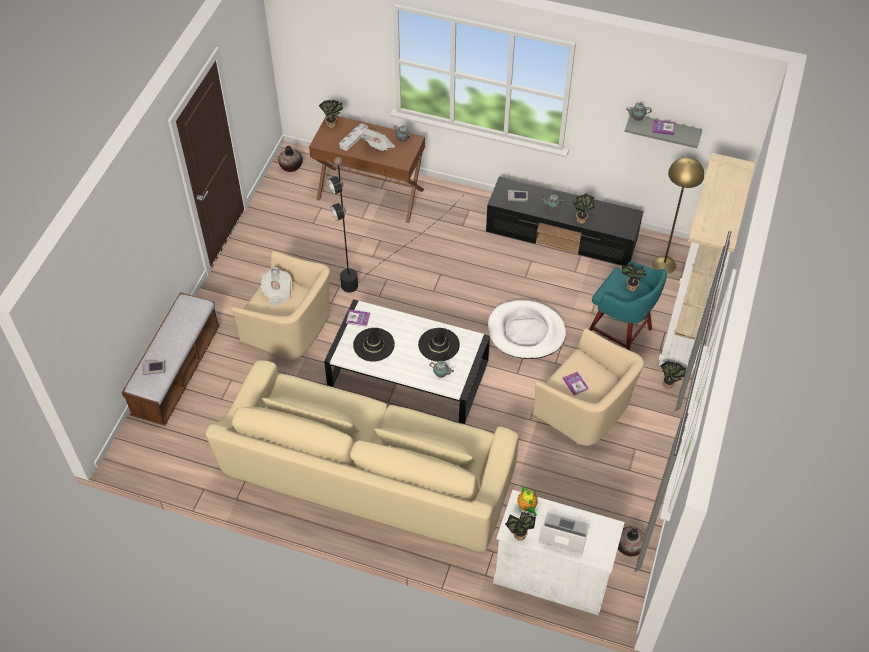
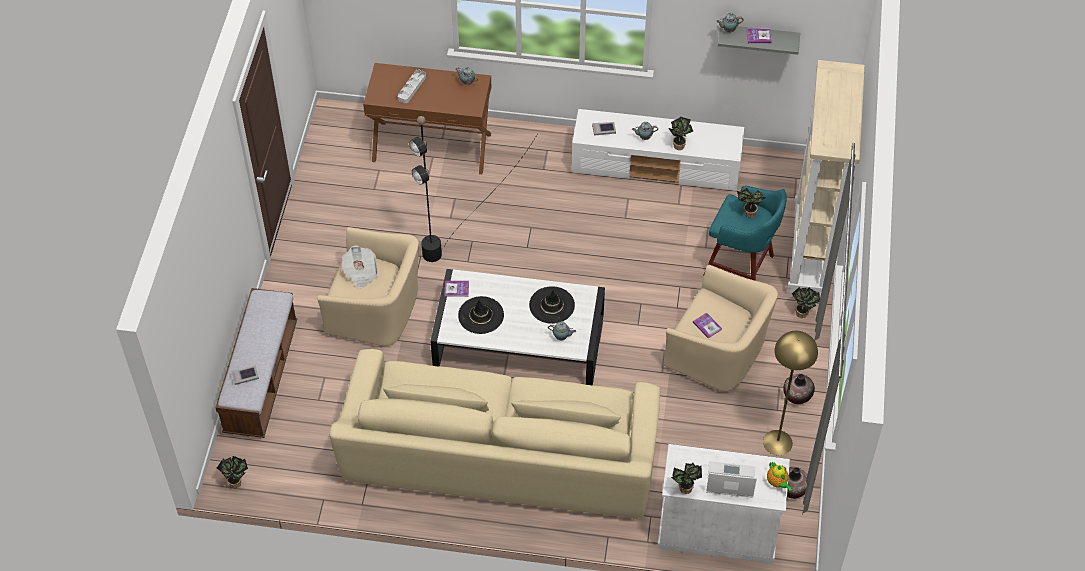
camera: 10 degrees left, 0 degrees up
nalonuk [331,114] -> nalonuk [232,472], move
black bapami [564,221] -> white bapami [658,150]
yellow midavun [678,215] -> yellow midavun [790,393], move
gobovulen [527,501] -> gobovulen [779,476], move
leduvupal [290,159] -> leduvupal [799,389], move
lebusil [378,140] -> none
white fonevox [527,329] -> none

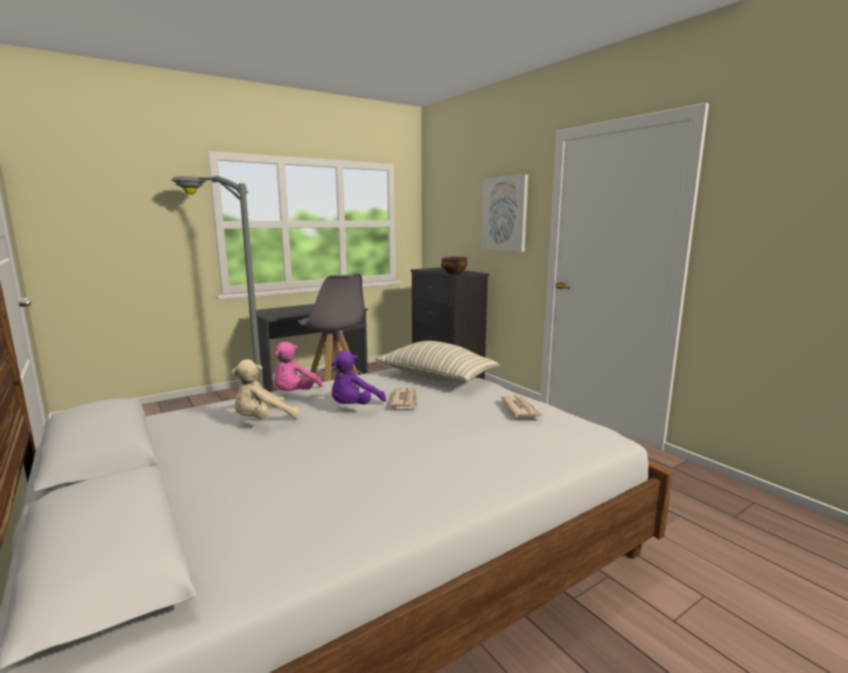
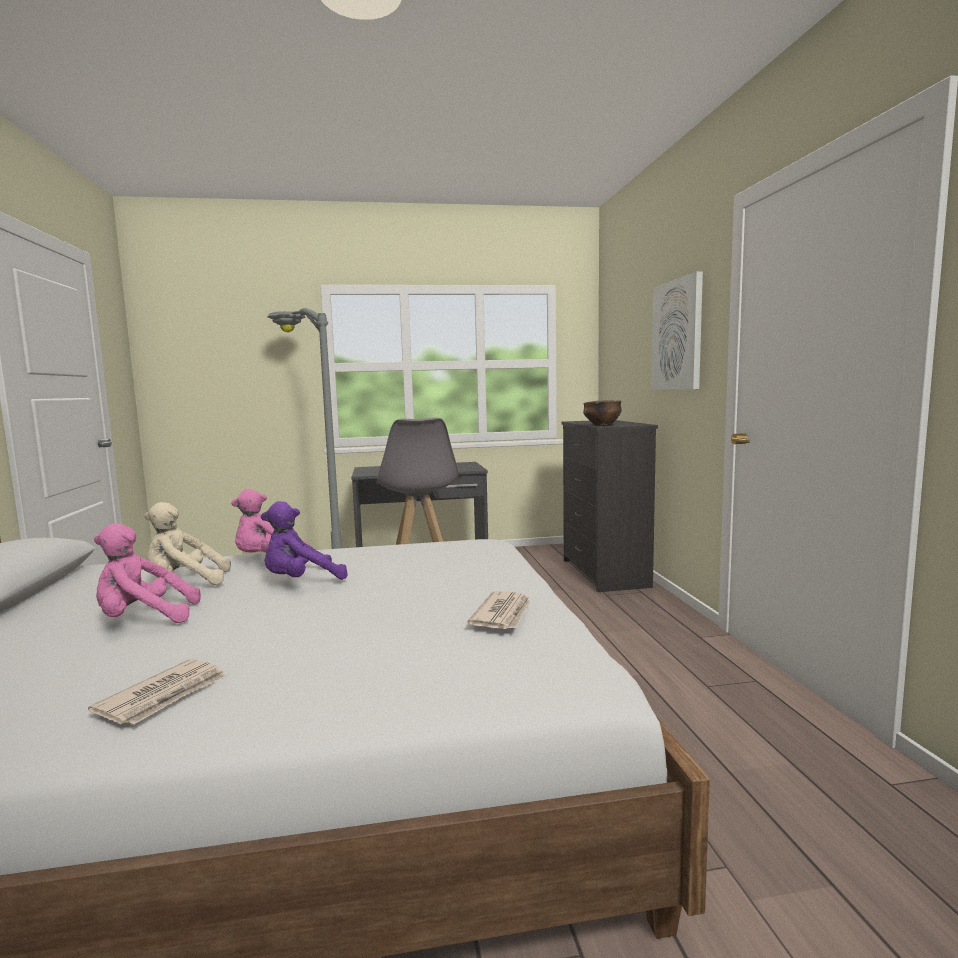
camera: 25 degrees right, 5 degrees down
lebusil [404,398] -> lebusil [157,691], move
none -> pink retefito [147,573]
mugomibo [437,361] -> none

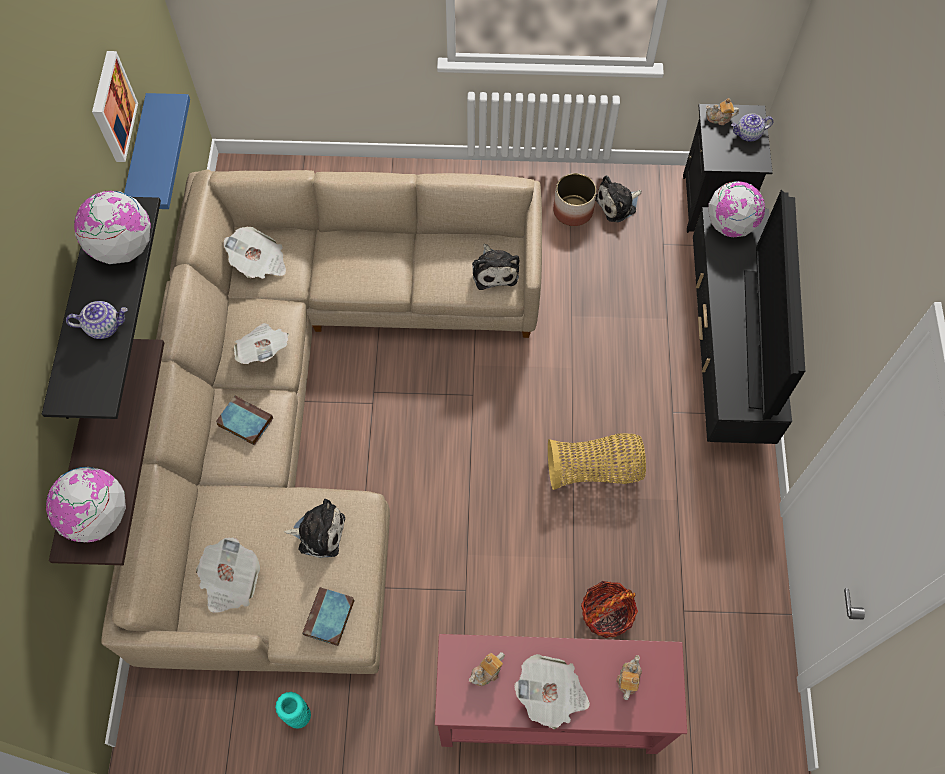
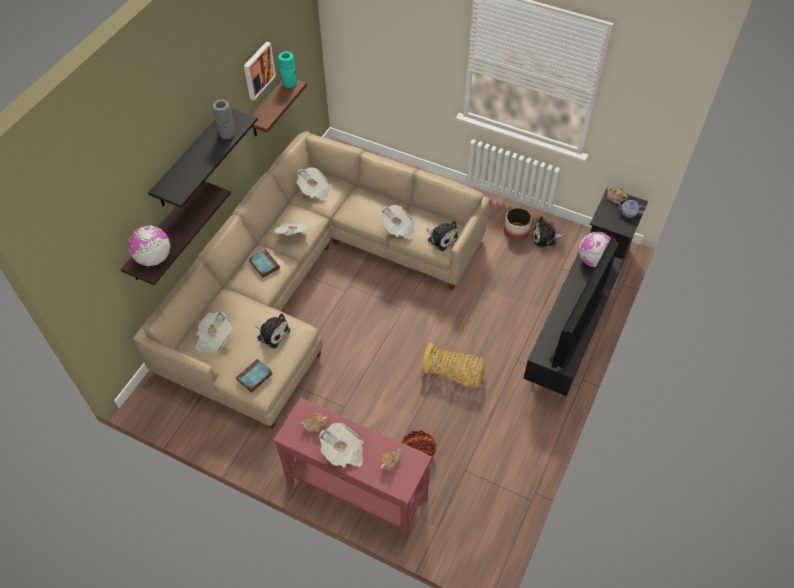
camera: 25 degrees right, 10 degrees down
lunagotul [112,227] -> grey leduvupal [224,119]
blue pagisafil [157,151] -> brown pagisafil [279,107]
turquoise leduvupal [293,710] -> turquoise leduvupal [287,70], move
none -> lebusil [398,222]
retefito [495,267] -> retefito [442,236], 60 degrees counterclockwise
gobovulen [97,320] -> none

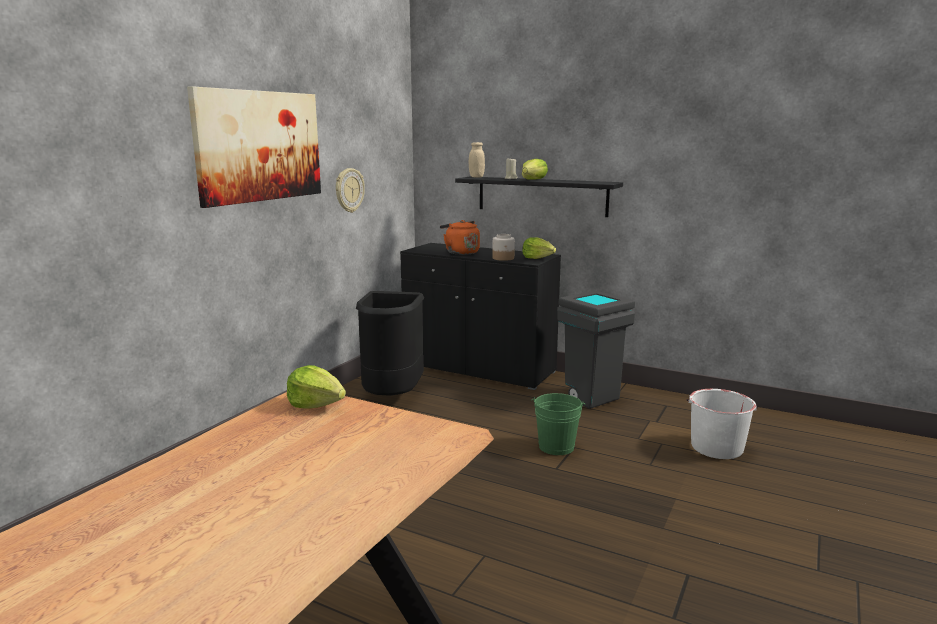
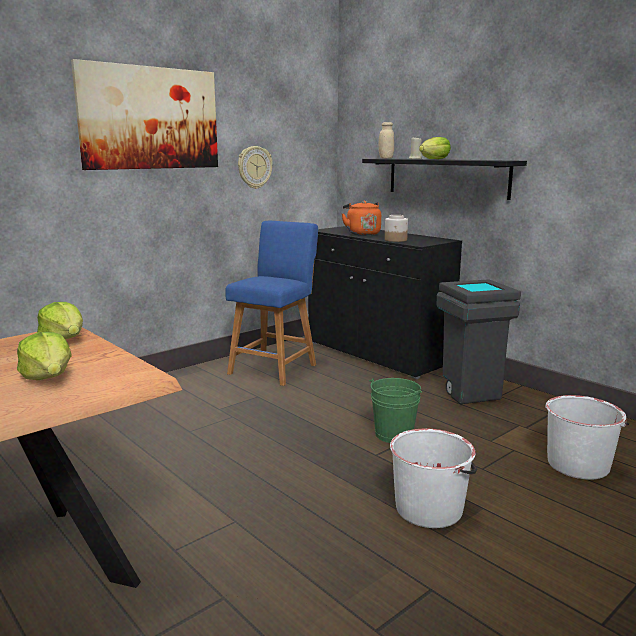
camera: 20 degrees right, 0 degrees up
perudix [539,248] -> perudix [44,356], move
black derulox [390,343] -> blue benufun [272,303]
none -> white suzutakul [433,478]

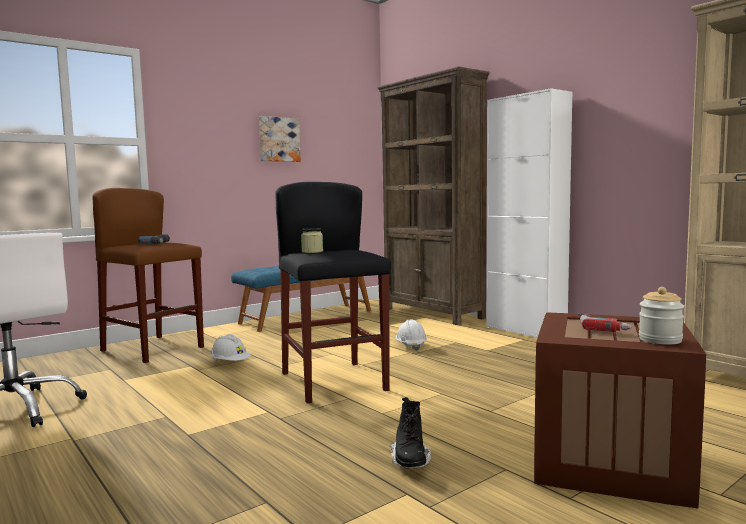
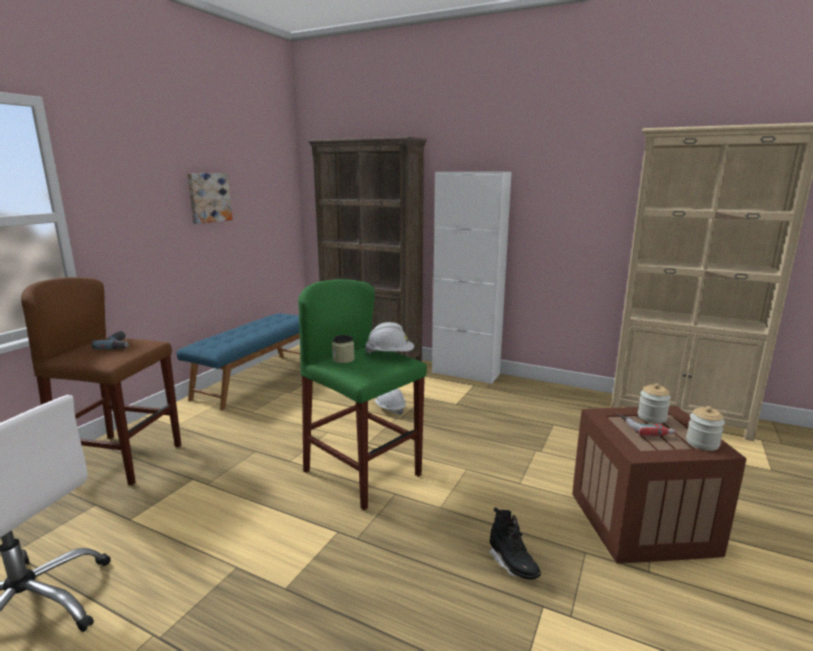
camera: 25 degrees left, 10 degrees up
black benufun [333,292] -> green benufun [362,394]
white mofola [230,347] -> white mofola [389,338], move
none -> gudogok [654,403]

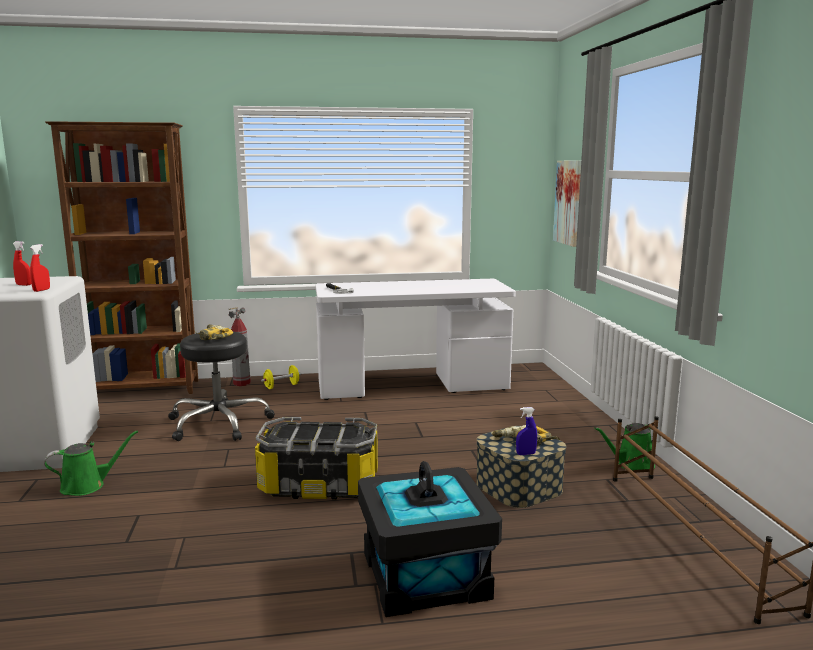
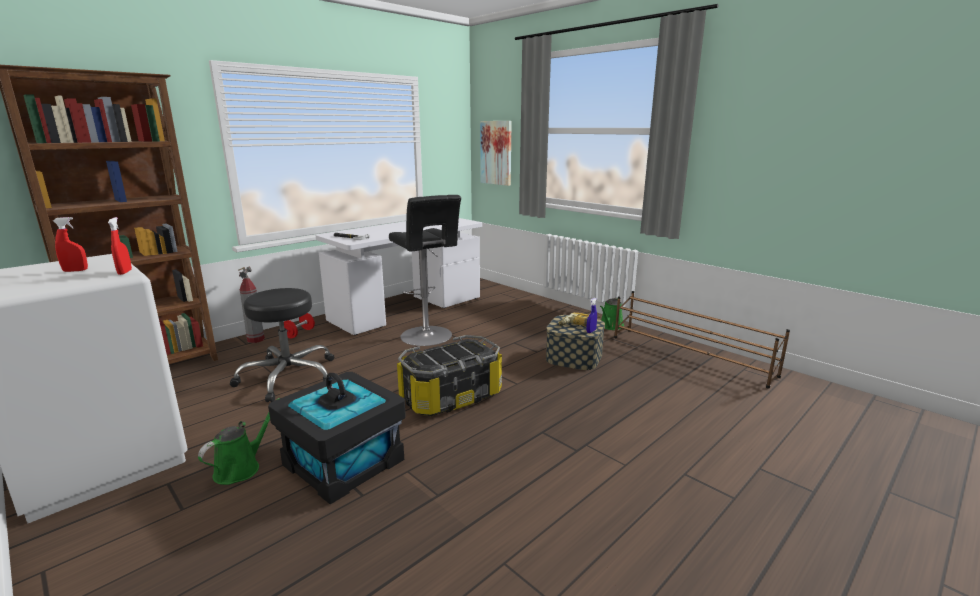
camera: 35 degrees left, 5 degrees up
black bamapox [430,539] -> black bamapox [337,438], move
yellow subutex [281,377] -> red subutex [299,326]
none -> black benufun [425,270]
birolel [213,332] -> none

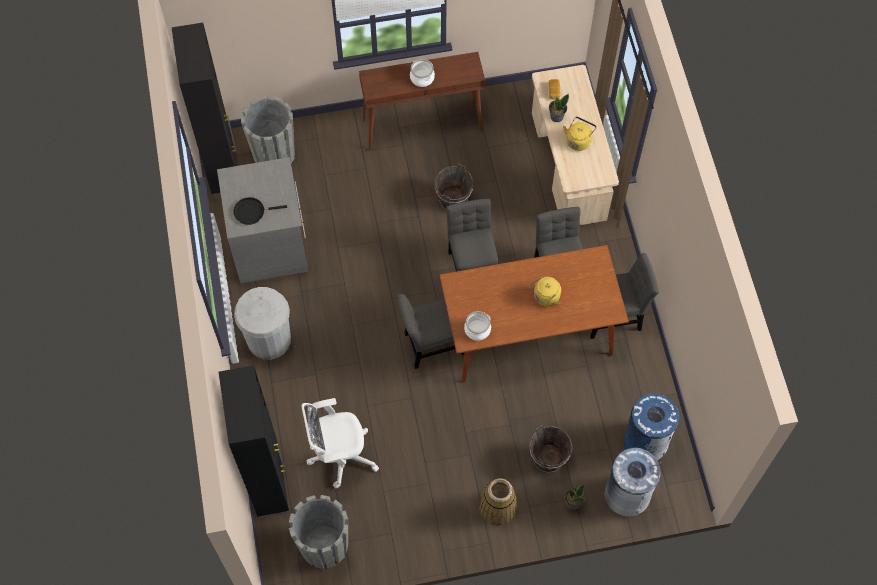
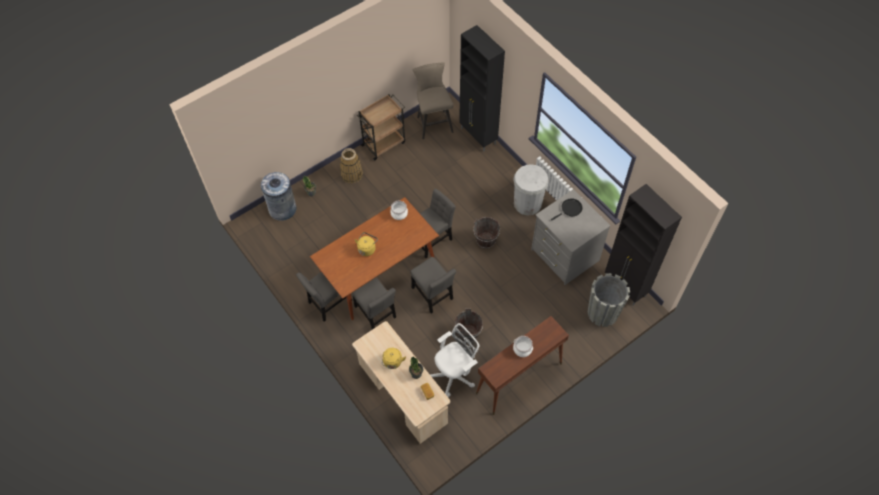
camera: 155 degrees right, 5 degrees down
none -> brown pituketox [381,127]
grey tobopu [318,532] -> beige benufun [433,100]
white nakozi [340,443] -> white nakozi [454,360], move
brown suzutakul [551,449] -> brown suzutakul [486,233], move
blue derulox [651,426] -> none

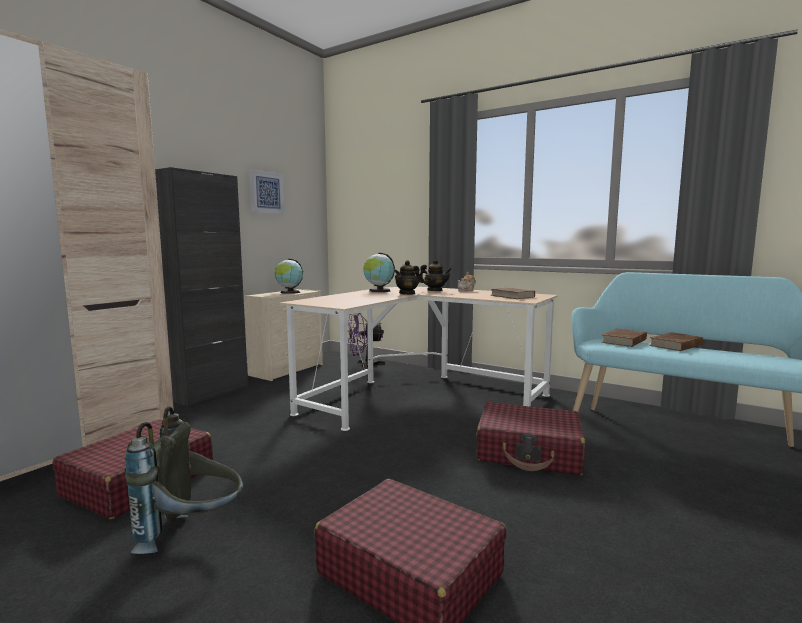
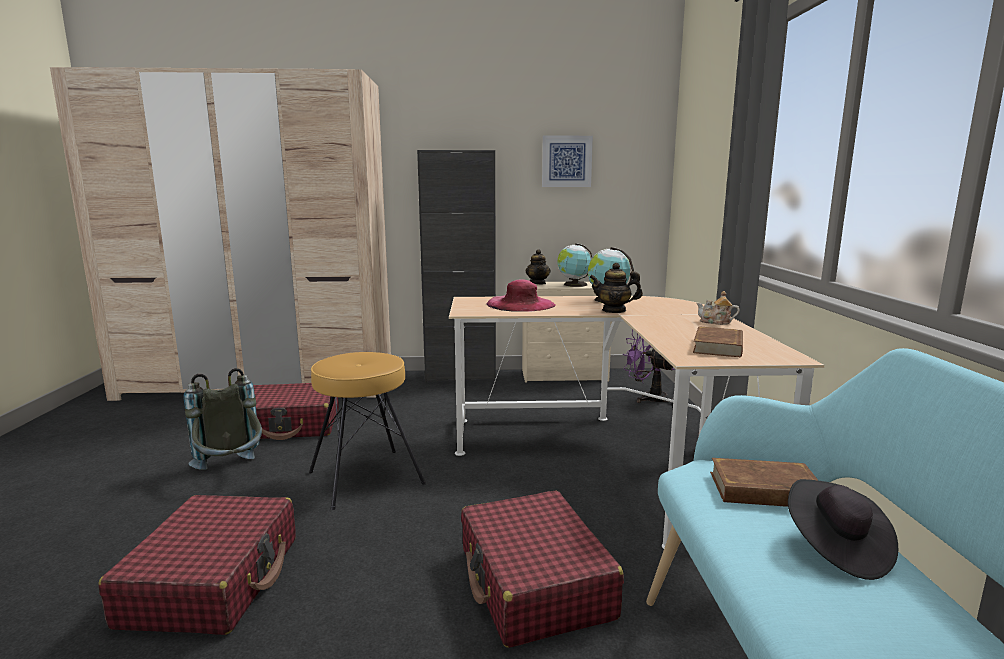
camera: 55 degrees right, 5 degrees up
none -> brown benufun [367,431]
none -> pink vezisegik [521,295]
gobovulen [436,275] -> gobovulen [537,266], move
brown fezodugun [676,341] -> black vezisegik [843,529]

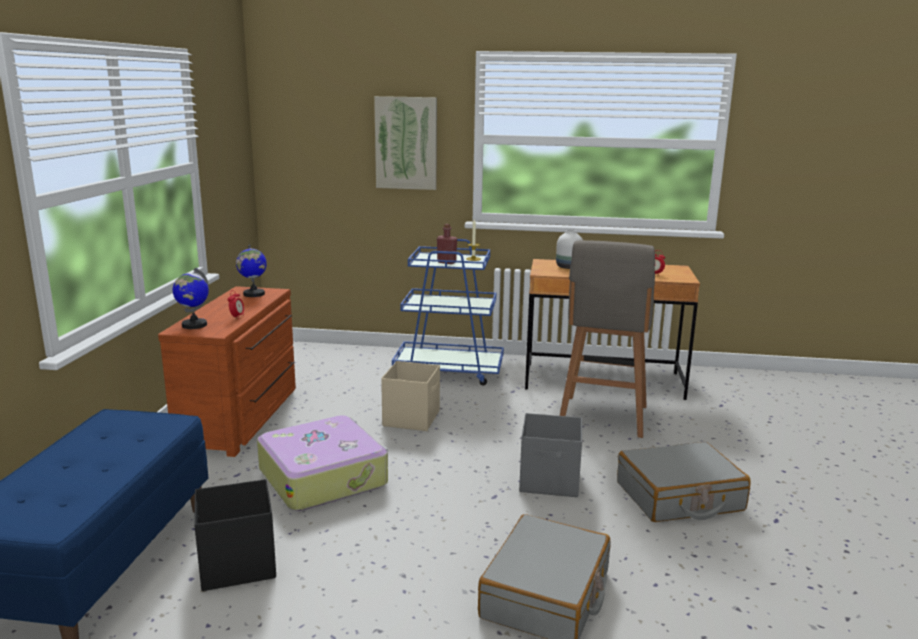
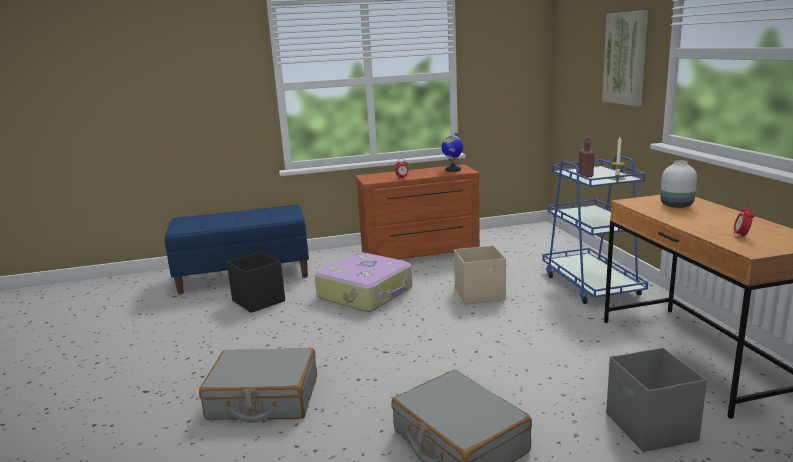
camera: 70 degrees right, 0 degrees up
grey bamapox [550,455] -> grey bamapox [656,400], move
lunagotul [191,298] -> none
grey benufun [607,339] -> none

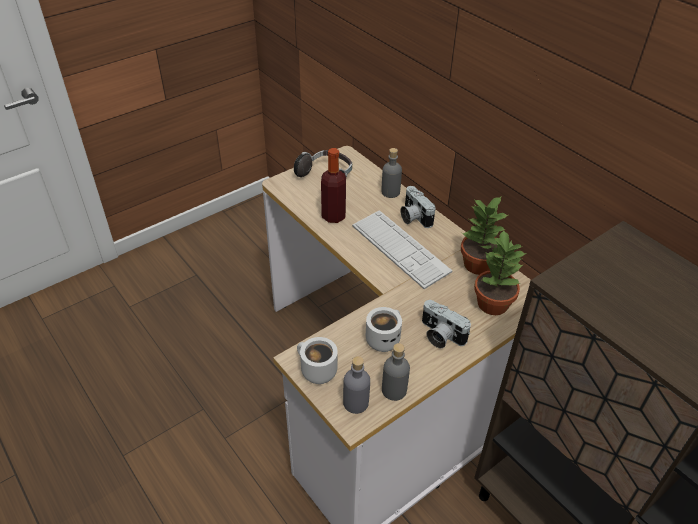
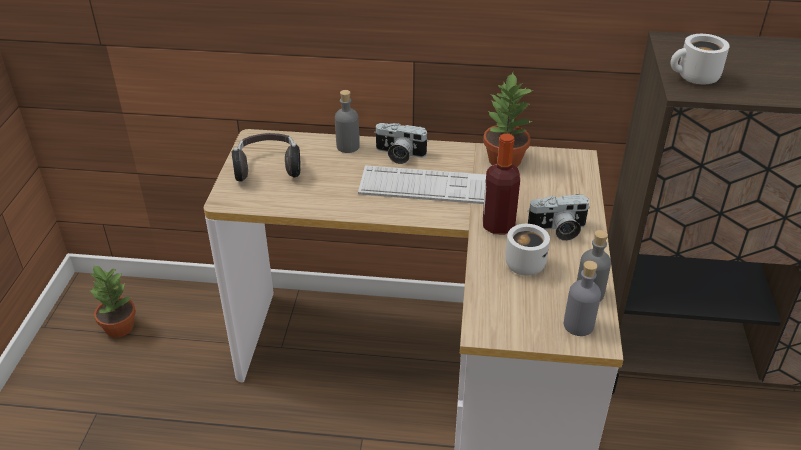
camera: 45 degrees left, 5 degrees down
nalonuk [500,272] -> nalonuk [112,301], move
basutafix [333,185] -> basutafix [501,184], move
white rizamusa [317,360] -> white rizamusa [700,59], move

